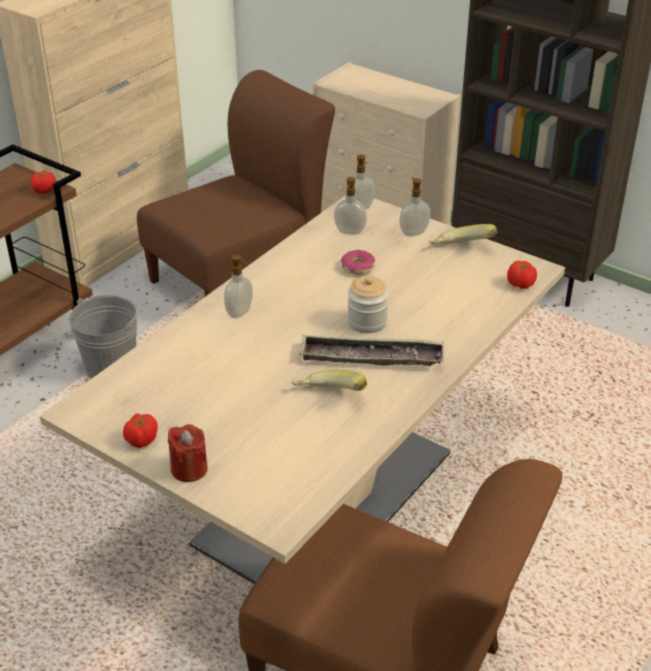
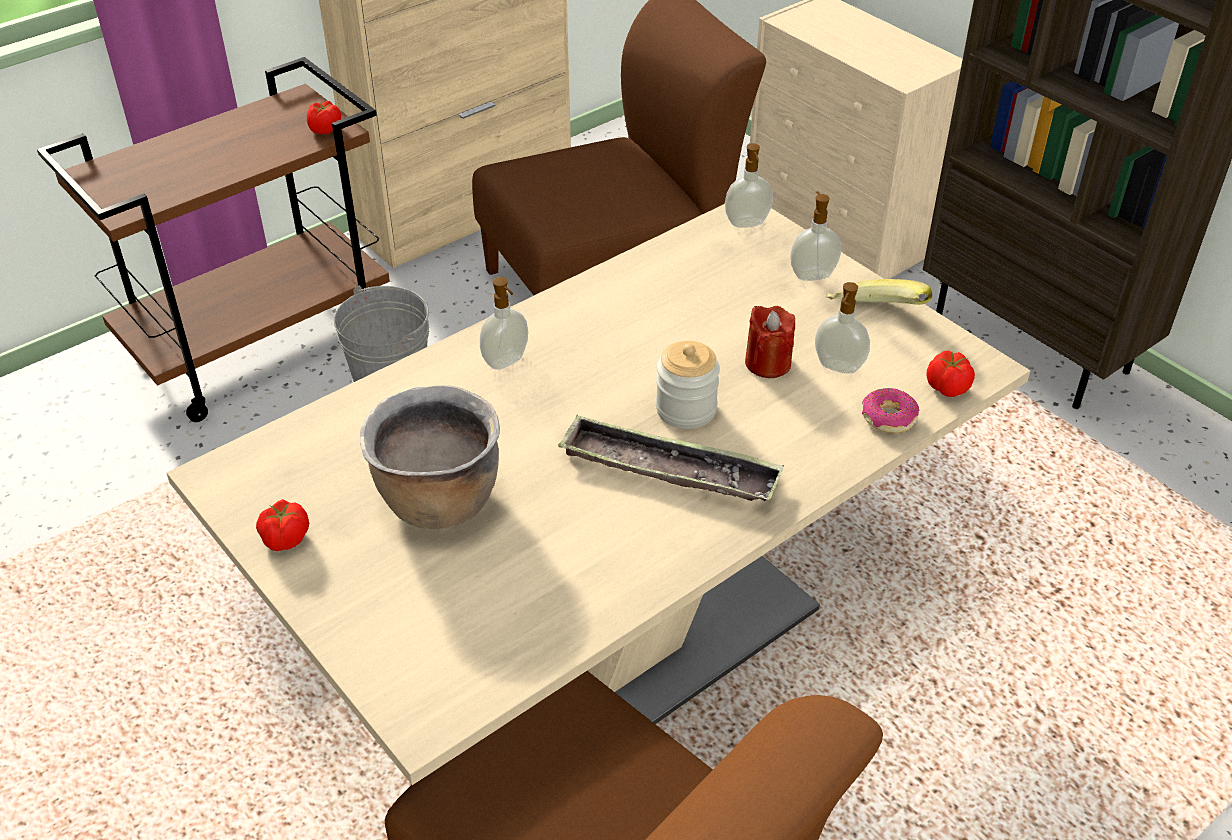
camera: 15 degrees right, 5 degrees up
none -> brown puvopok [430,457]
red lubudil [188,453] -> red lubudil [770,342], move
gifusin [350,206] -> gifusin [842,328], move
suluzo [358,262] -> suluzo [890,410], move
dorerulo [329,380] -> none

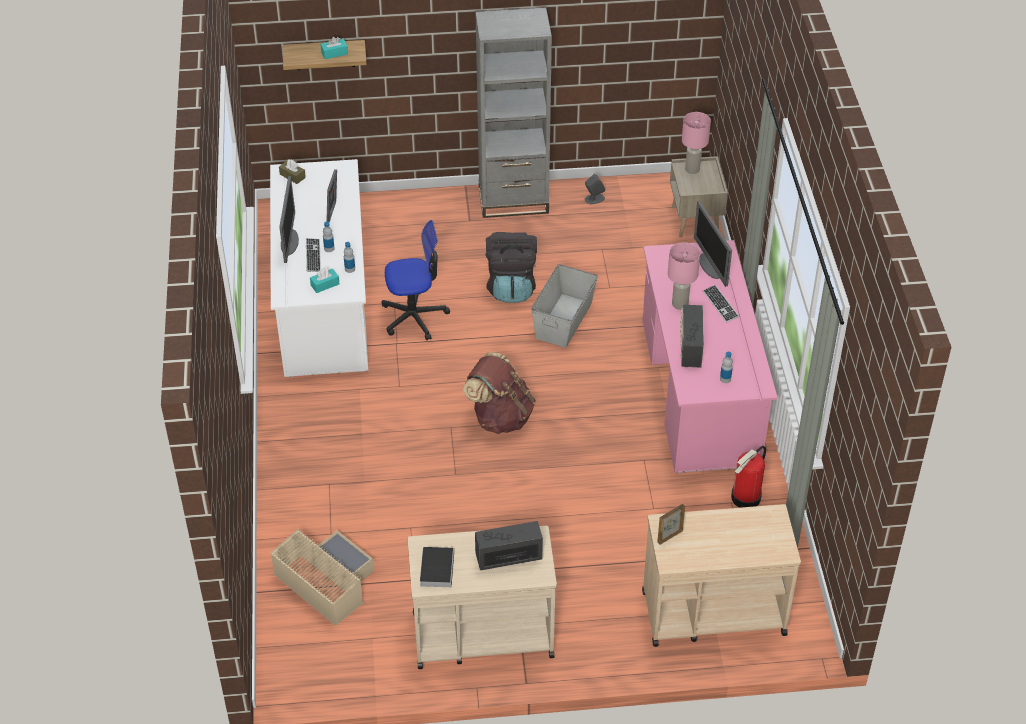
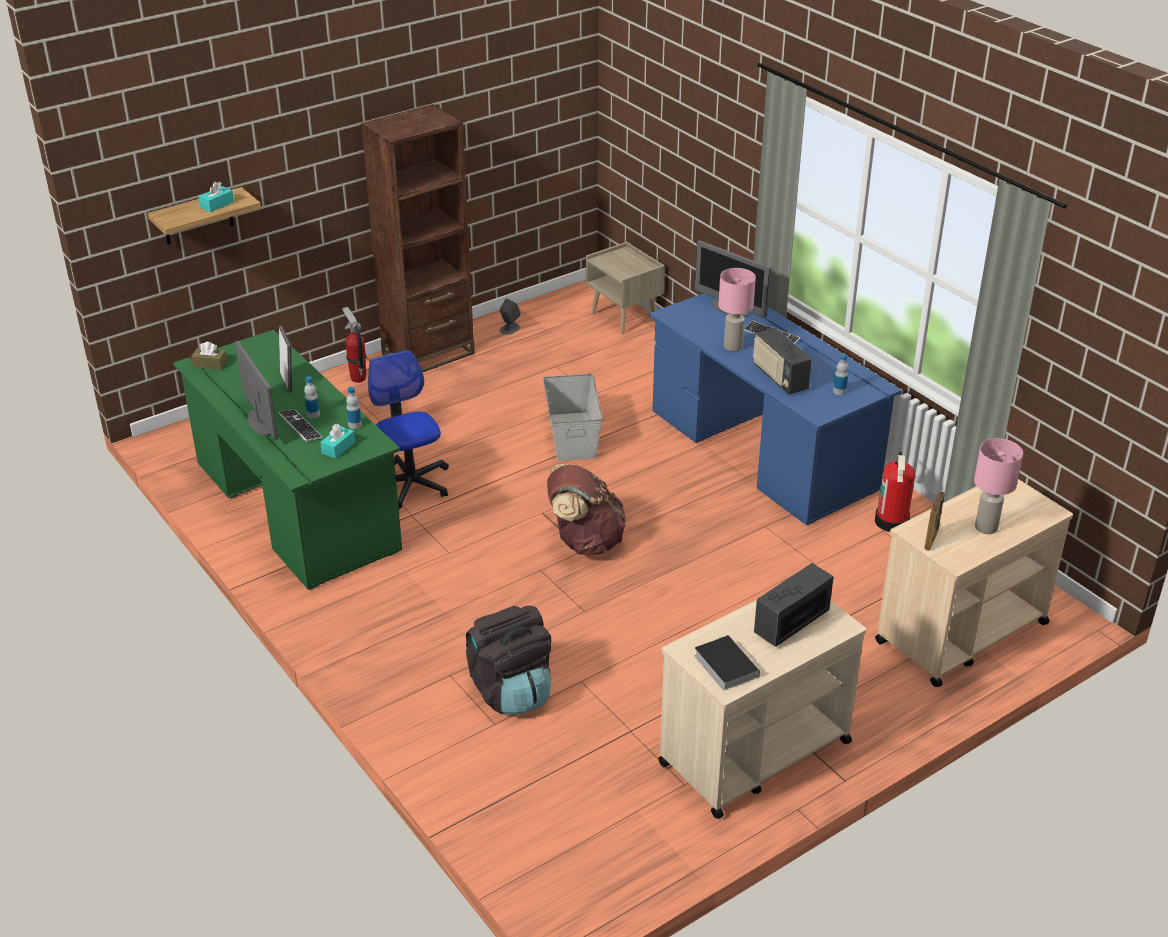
camera: 30 degrees left, 10 degrees down
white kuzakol [319,268] -> green kuzakol [287,460]
none -> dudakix [354,345]
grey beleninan [513,112] -> brown beleninan [418,238]
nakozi [415,280] -> nakozi [408,429], 75 degrees counterclockwise
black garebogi [511,267] -> black garebogi [508,660], move
pink kuzakol [710,356] -> blue kuzakol [775,409]
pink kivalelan [696,143] -> pink kivalelan [998,486], move
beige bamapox [322,577] -> none

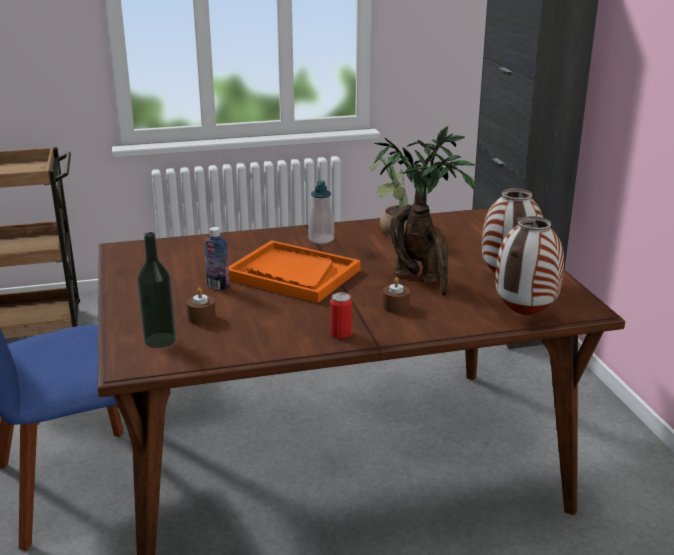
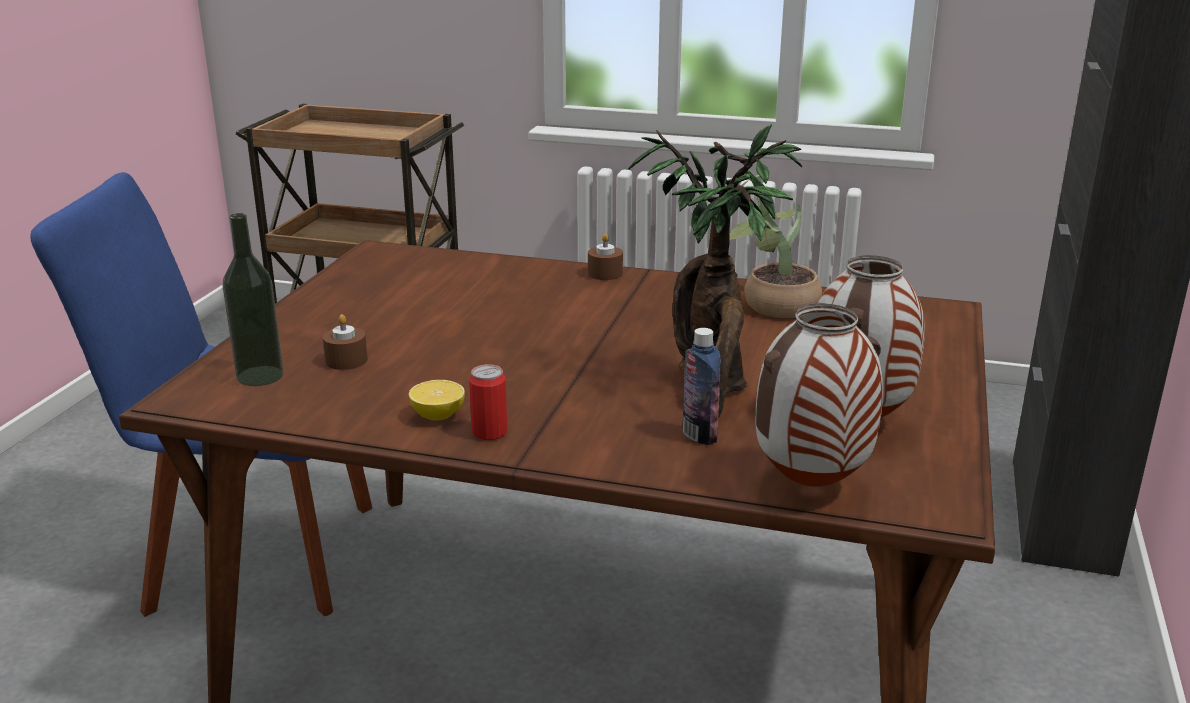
camera: 30 degrees right, 0 degrees up
none -> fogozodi [437,400]
brown lubudil [396,295] -> brown lubudil [605,257], move
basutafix [217,258] -> basutafix [701,386], move
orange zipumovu [294,271] -> none
gifusin [321,212] -> none

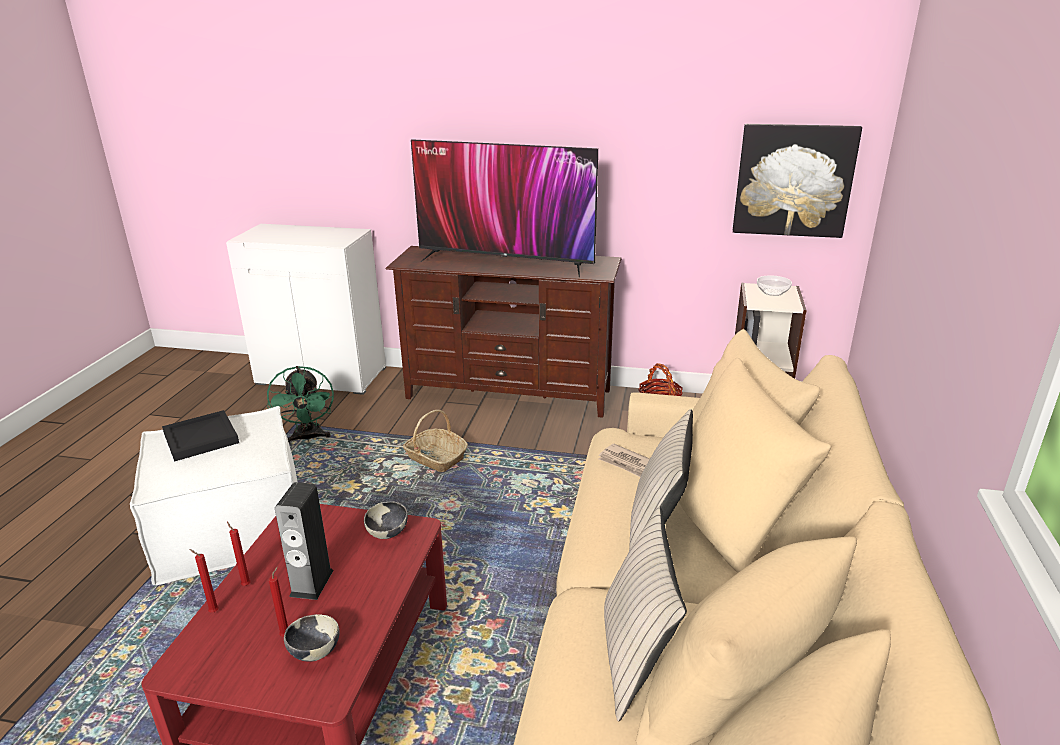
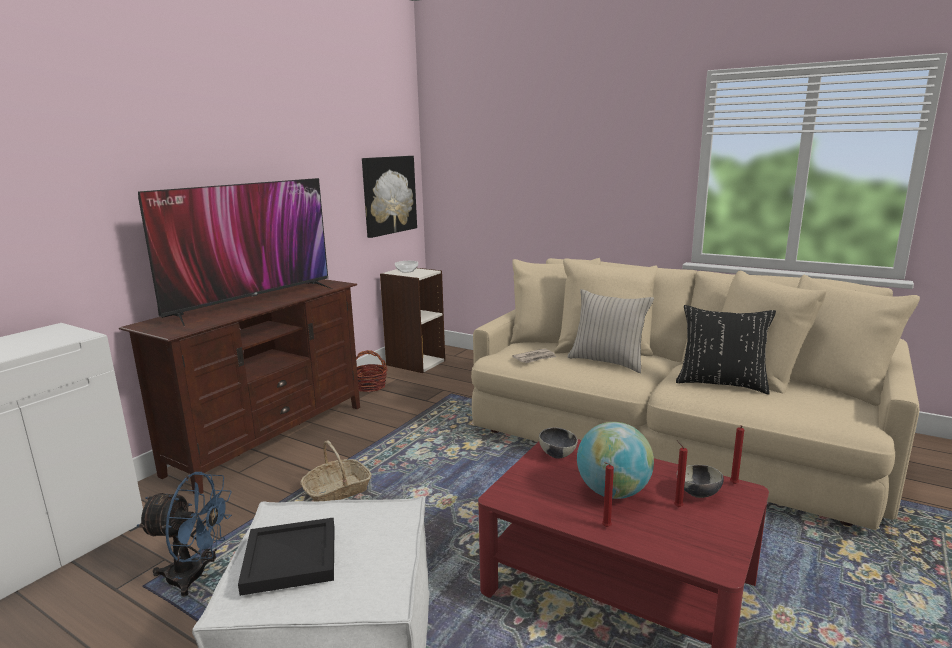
camera: 70 degrees left, 10 degrees down
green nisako [300,404] -> blue nisako [184,534]
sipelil [304,541] -> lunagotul [615,460]
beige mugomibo [645,613] -> black mugomibo [726,349]
red lubudil [204,580] -> red lubudil [737,454], move

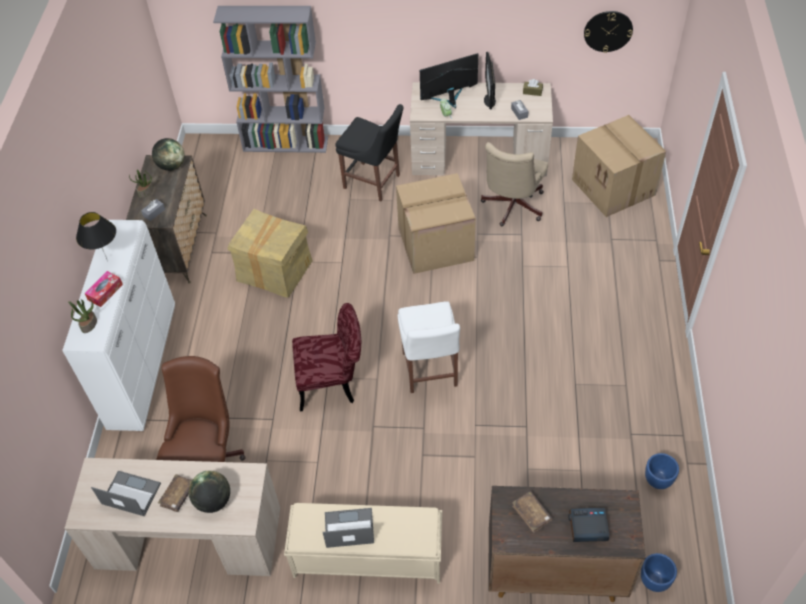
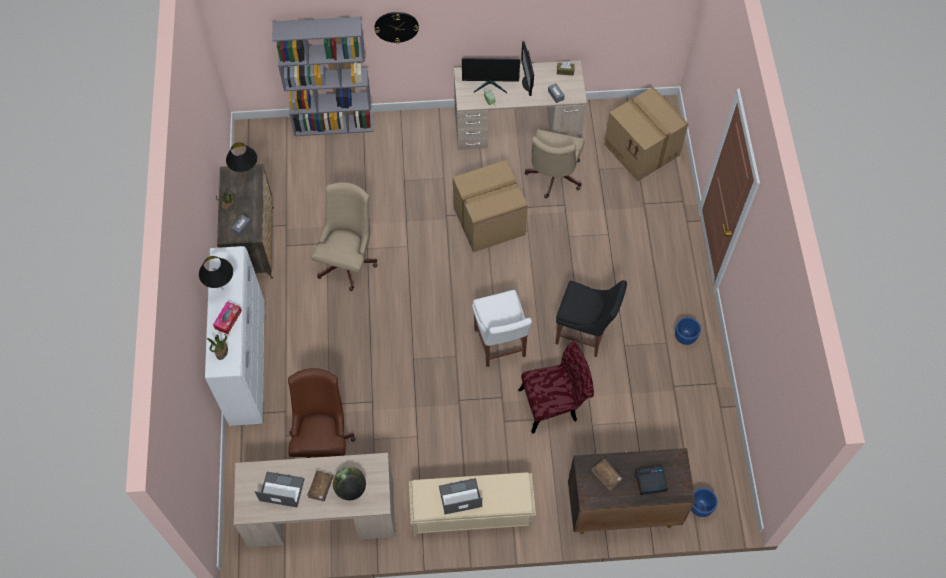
camera: 10 degrees left, 10 degrees up
lunagotul [168,154] -> black kivalelan [241,159]
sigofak [270,253] -> beige nakozi [344,236]
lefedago [608,32] -> lefedago [397,28], move
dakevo [449,80] -> dakevo [491,75], 150 degrees counterclockwise
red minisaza [326,357] -> red minisaza [556,388], move
black minisaza [369,152] -> black minisaza [591,318], move
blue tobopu [662,471] -> blue tobopu [688,331], move

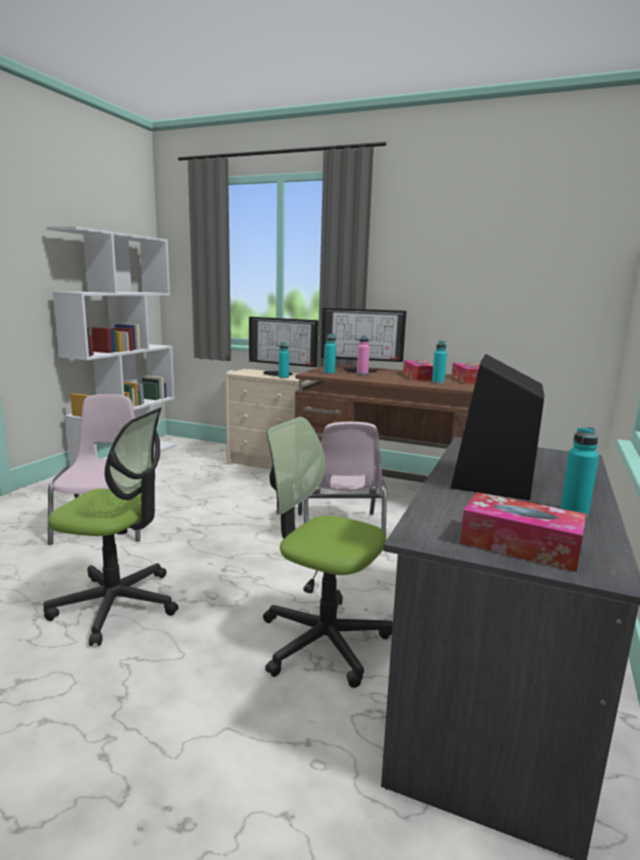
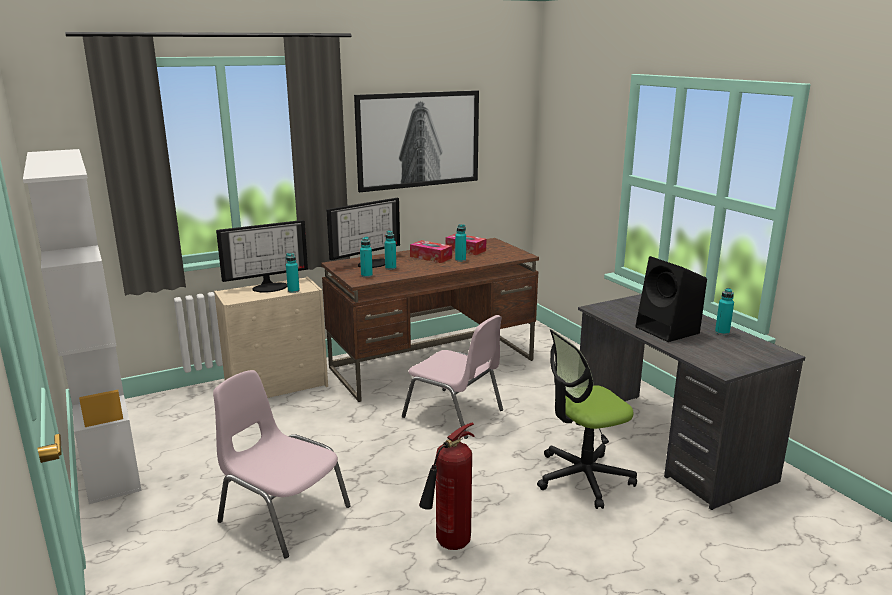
camera: 50 degrees left, 5 degrees up
none -> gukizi [416,141]
pink basutafix [363,355] -> turquoise basutafix [390,250]
nakozi [111,526] -> dudakix [447,486]
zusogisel [523,532] -> none

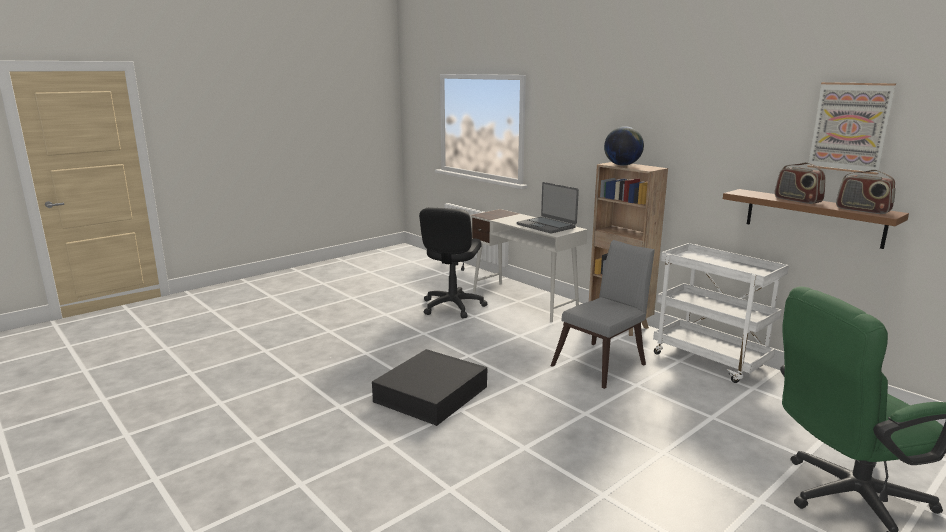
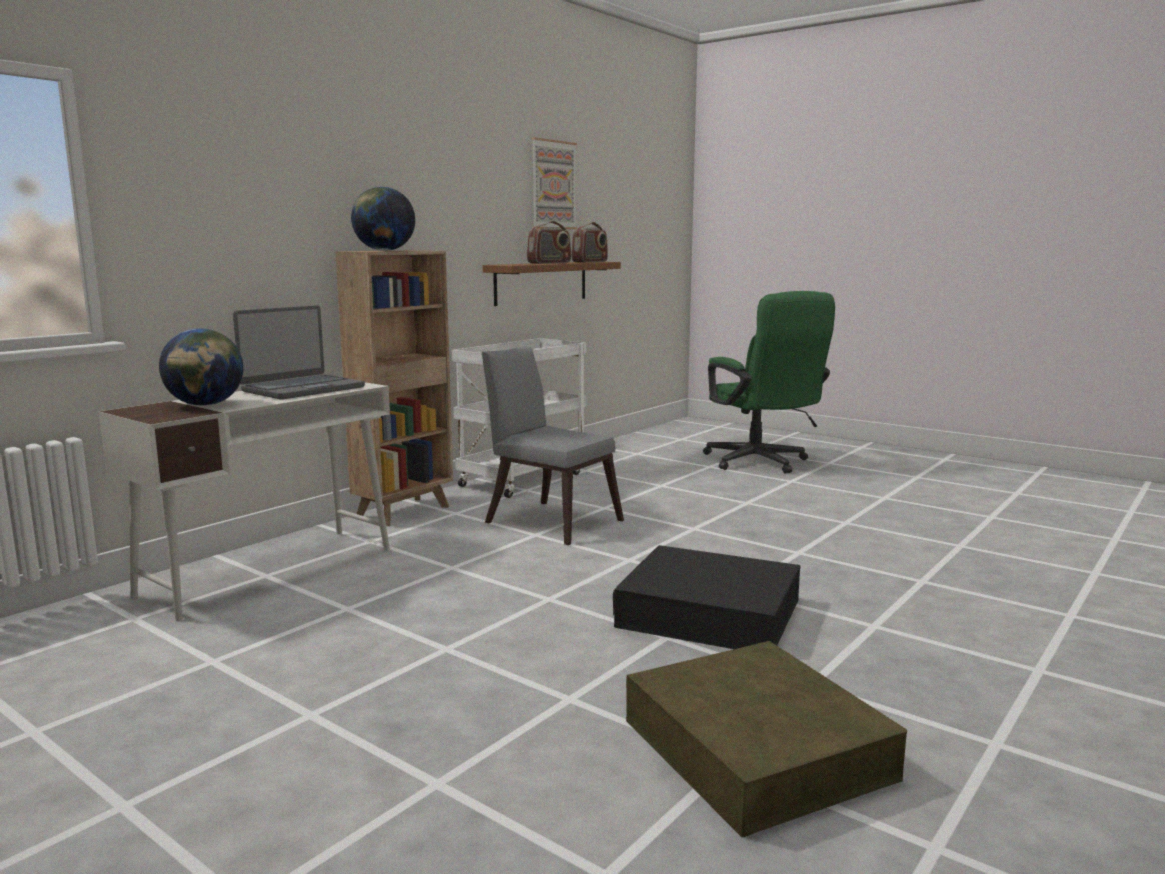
camera: 100 degrees left, 5 degrees down
none -> lunagotul [201,367]
none -> brown bamapox [766,739]
black nakozi [453,262] -> none

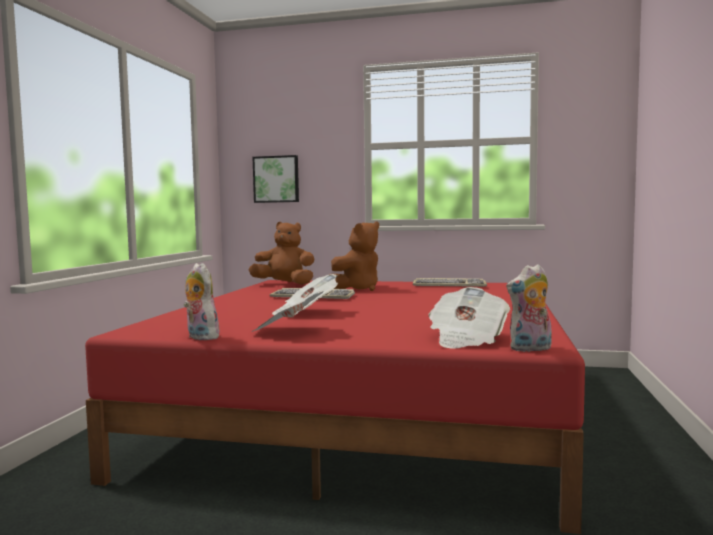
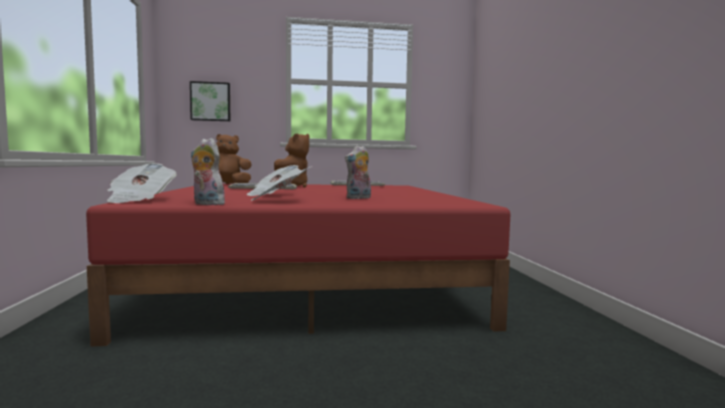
camera: 20 degrees left, 0 degrees up
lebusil [469,318] -> lebusil [142,183], move
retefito [529,308] -> retefito [358,172], move

